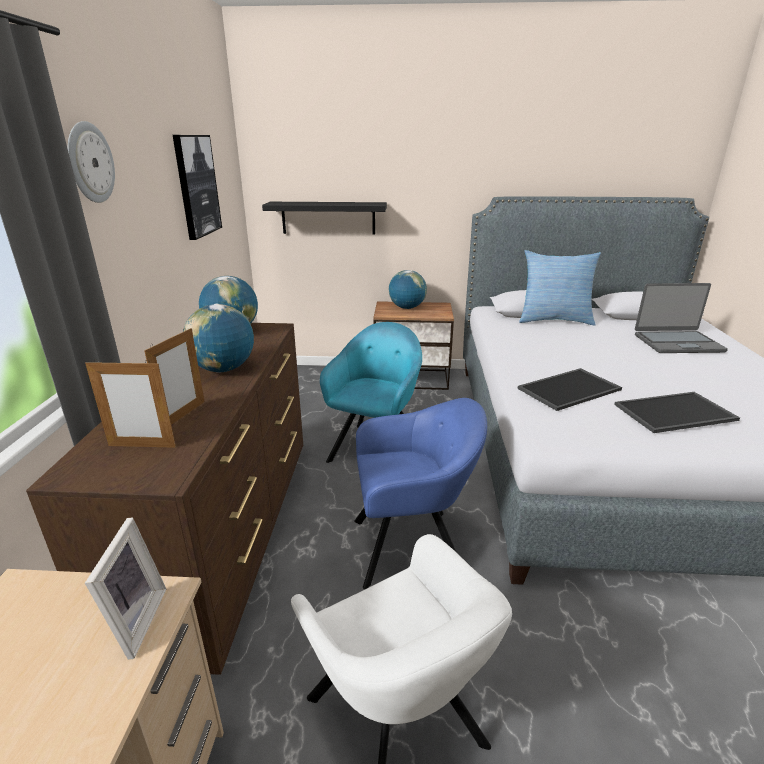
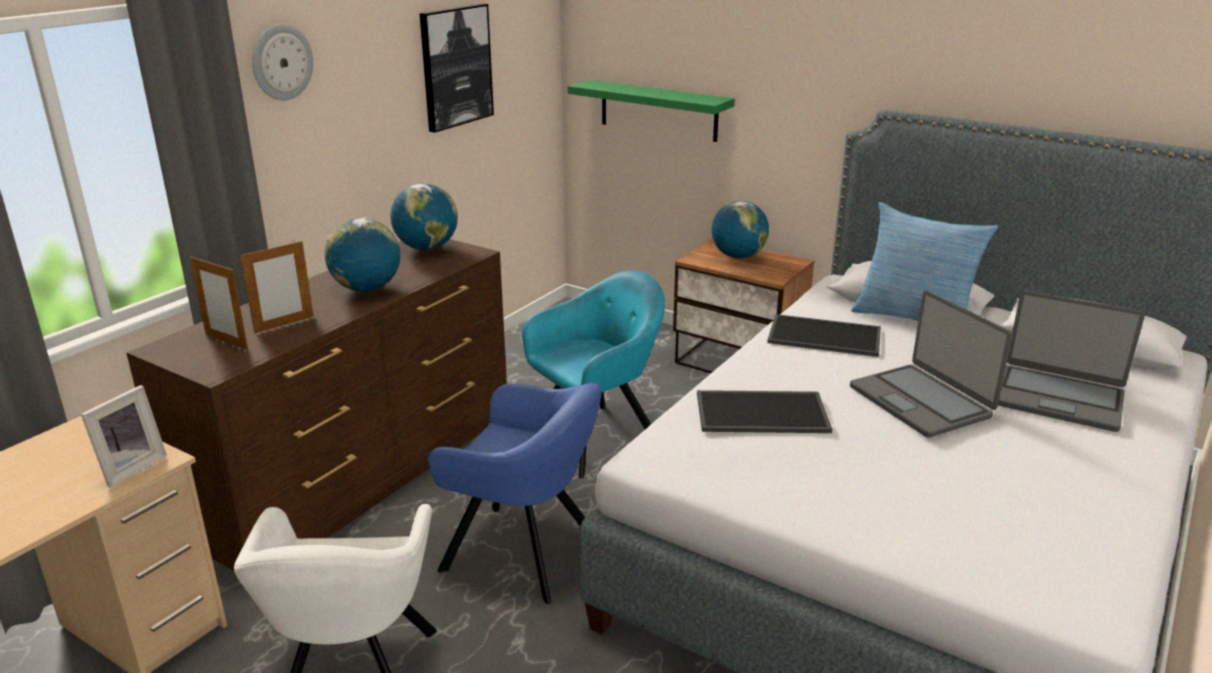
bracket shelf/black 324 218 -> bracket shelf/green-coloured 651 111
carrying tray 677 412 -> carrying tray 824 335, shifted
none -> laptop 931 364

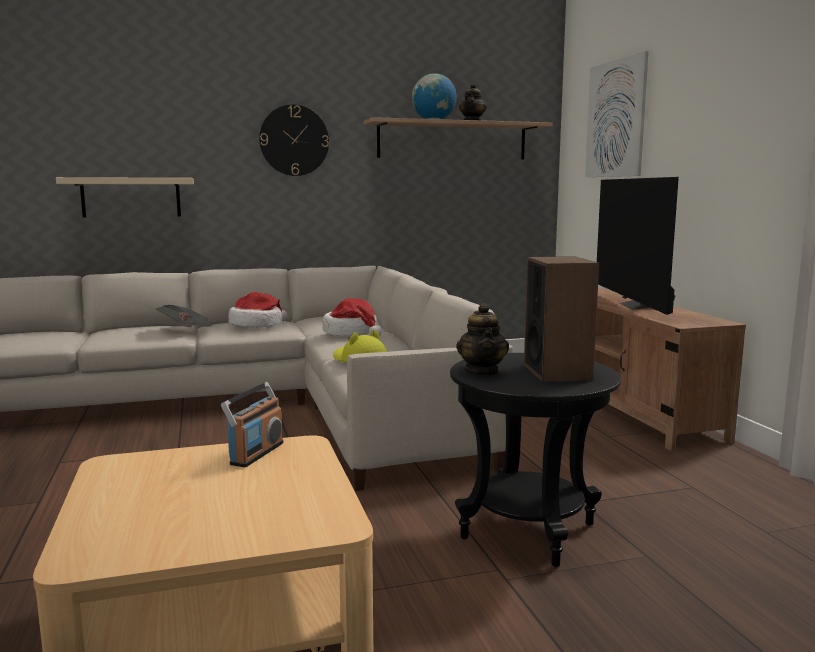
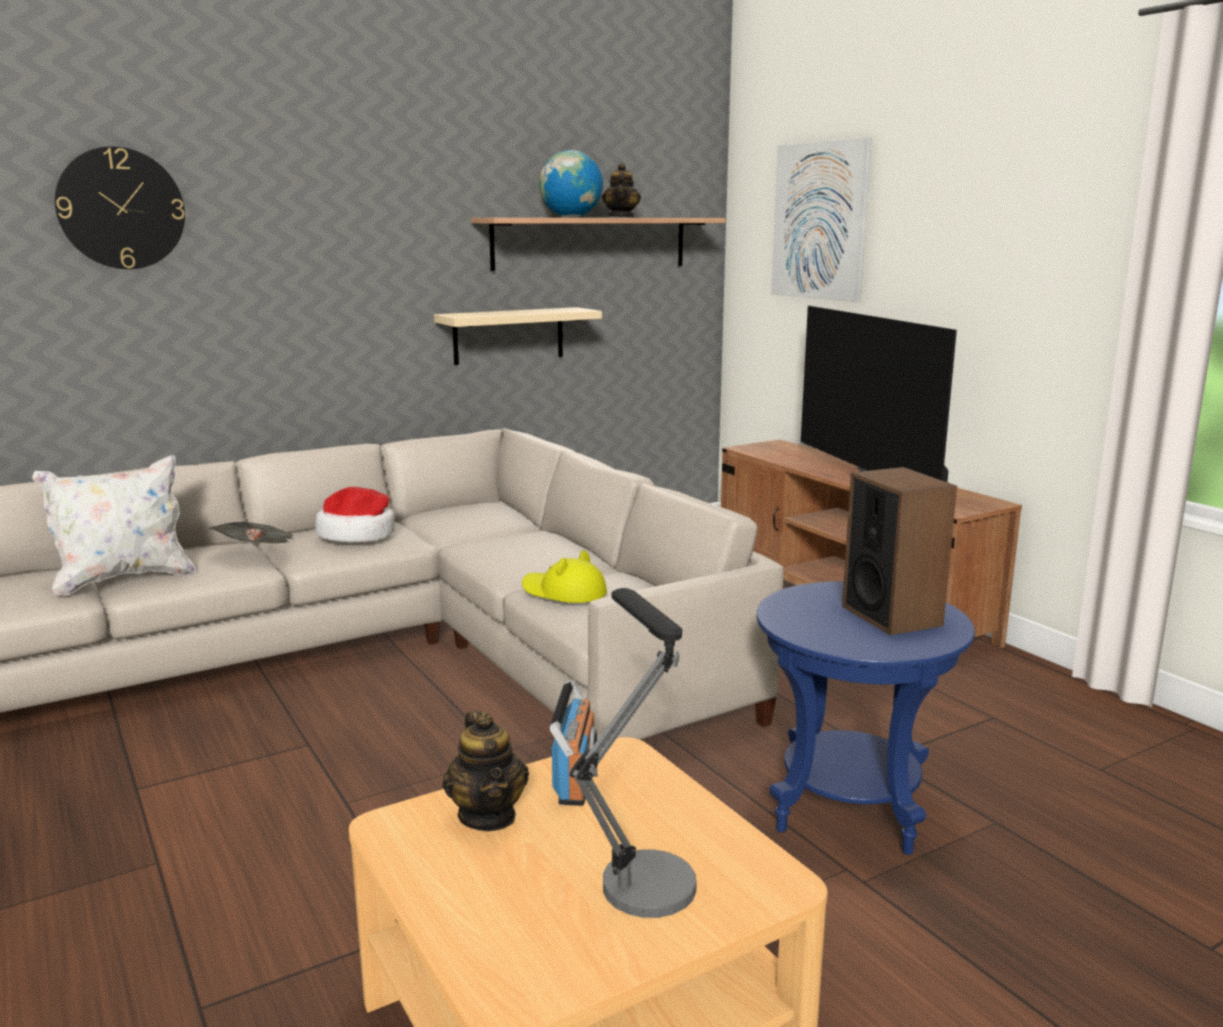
wall clock 294 140 -> wall clock 120 207, shifted
bracket shelf/beige 125 197 -> bracket shelf/beige 518 336, shifted
wearable hat 352 317 -> none
tea pot 482 339 -> tea pot 485 771, shifted
end table/black 535 460 -> end table/blue-coloured 866 718
none -> pillow/white-coloured 114 525
none -> tabletop lamp 633 753

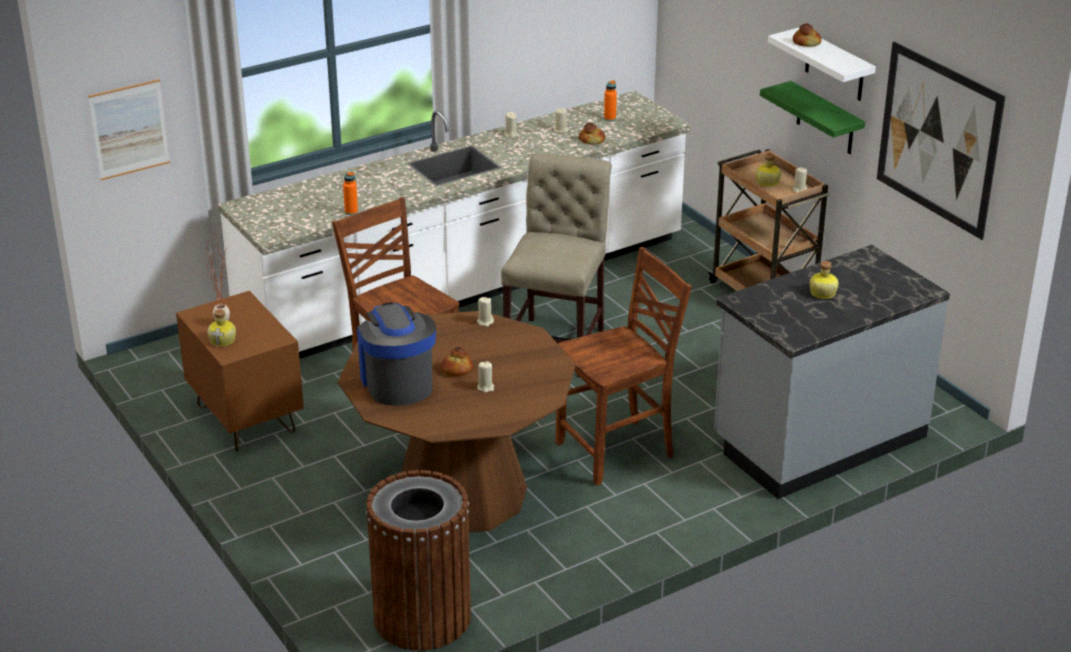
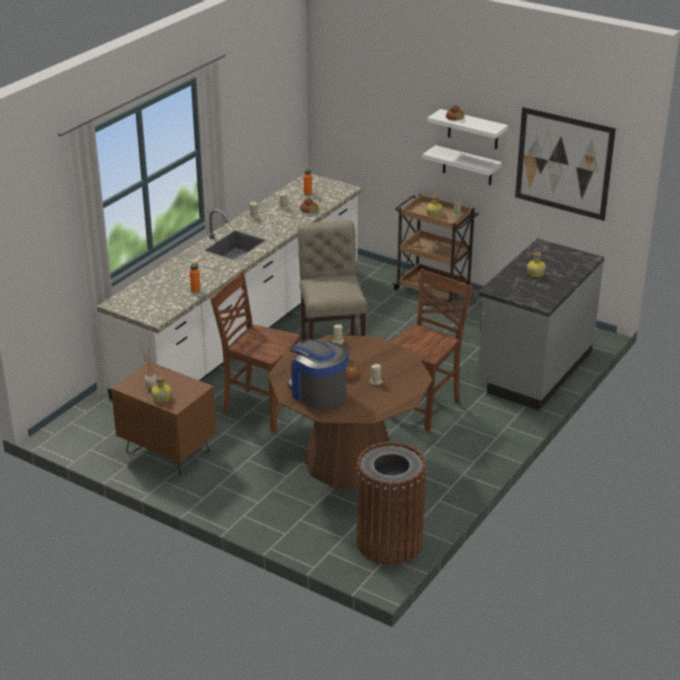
wall art 129 130 -> none
bracket shelf/green-coloured 812 117 -> bracket shelf/white-coloured 462 165

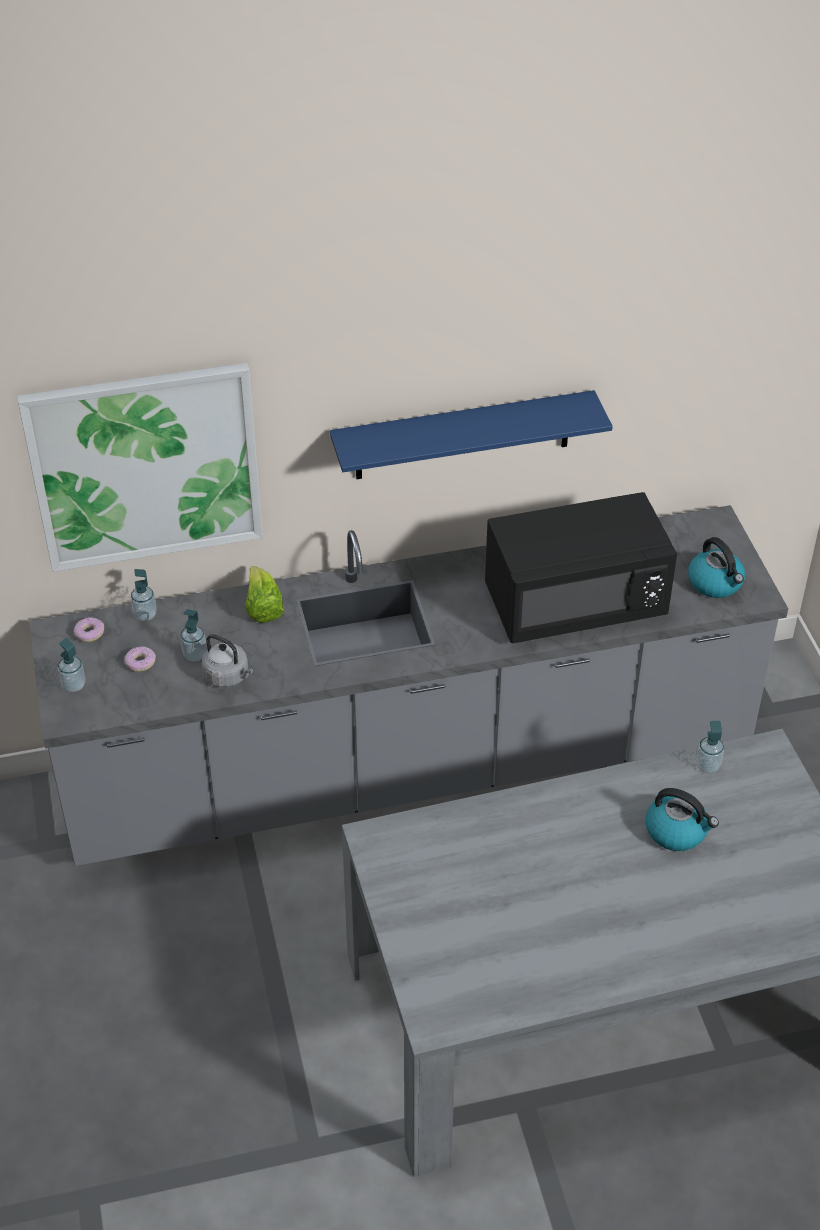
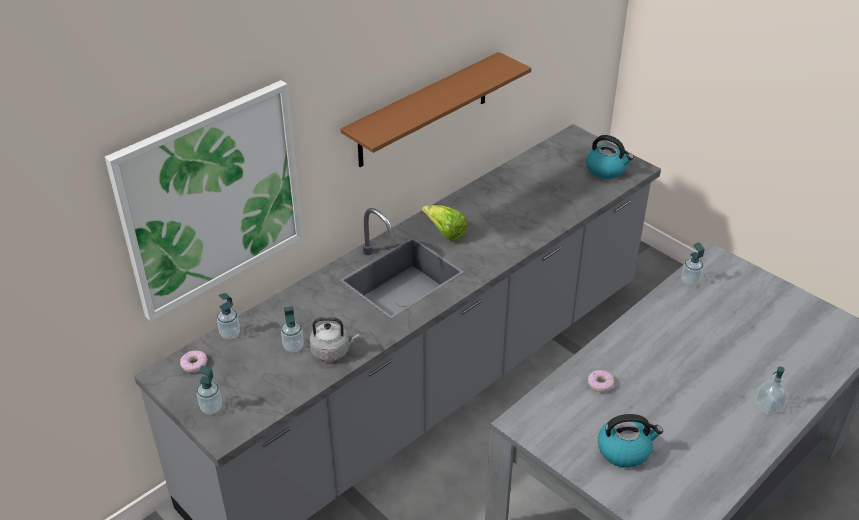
bracket shelf/blue-coloured 471 434 -> bracket shelf/brown 435 109
kitchen microwave/black 581 567 -> none
lettuce head 264 594 -> lettuce head 444 223, shifted
ring doughnut 140 659 -> ring doughnut 601 381, shifted
water kettle 682 819 -> water kettle 630 441, shifted
none -> soap bottle 771 391

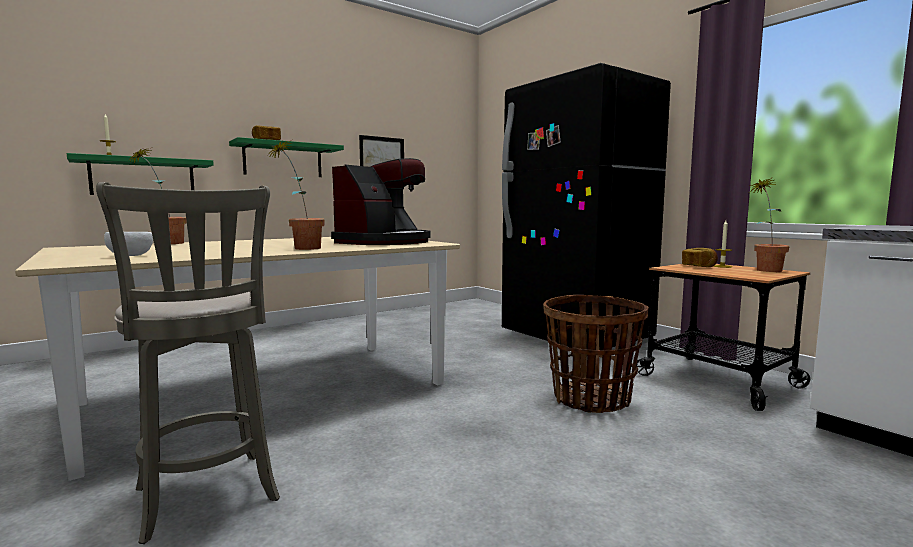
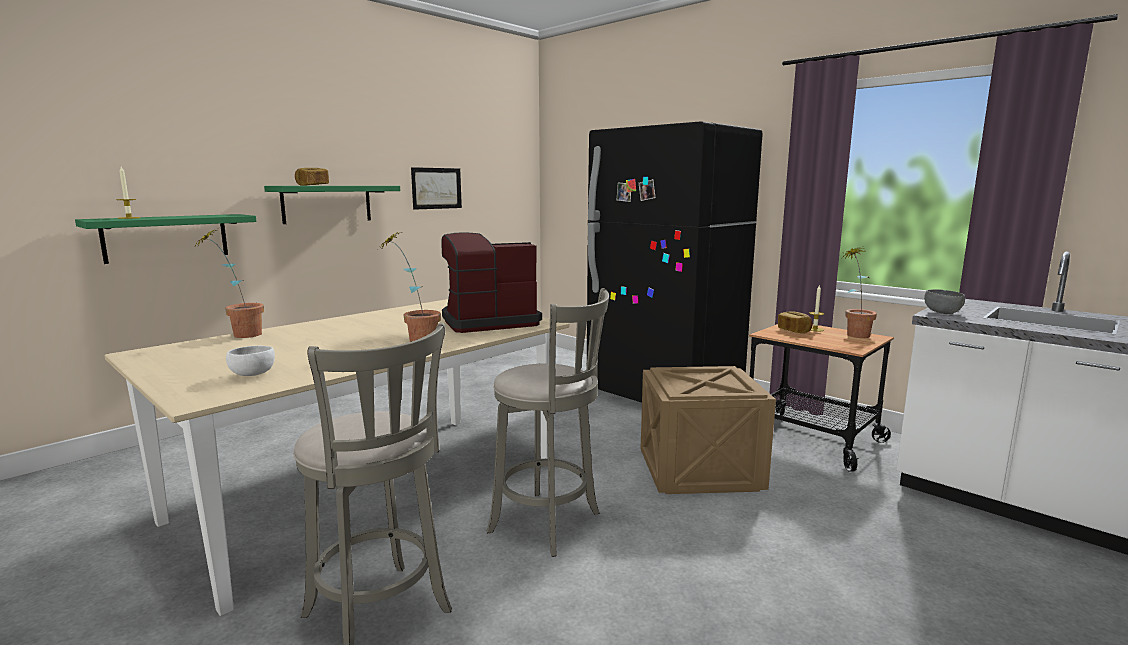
coffee brewer 381 201 -> coffee brewer 491 282, 135 degrees counterclockwise
storage basket 596 354 -> crate 708 430
none -> sitting stool/grey 548 422
none -> bowl/grey 944 301

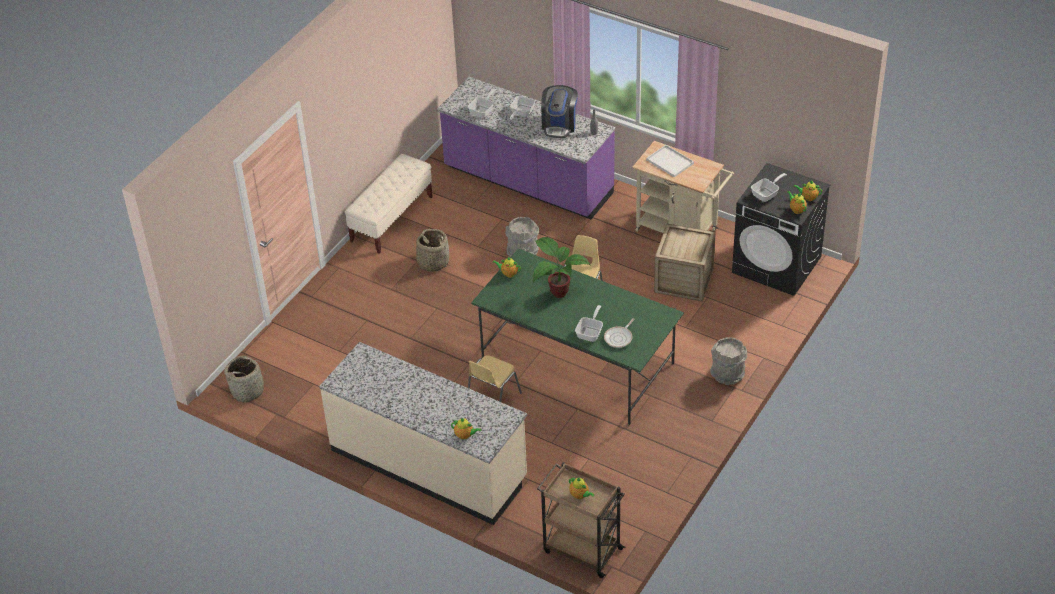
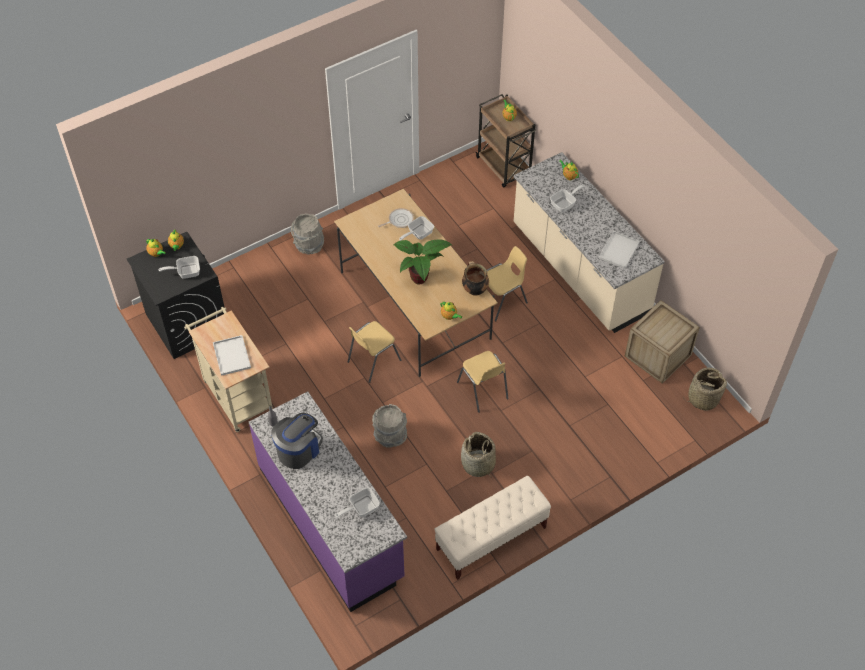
skillet 522 108 -> skillet 567 198, shifted
crate 685 263 -> crate 662 342, shifted
dinner table/green-coloured 577 336 -> dinner table/beige 416 283
none -> carrying tray/white-coloured 619 250
none -> cooking pot 475 278
none -> chair/yellowish 482 382

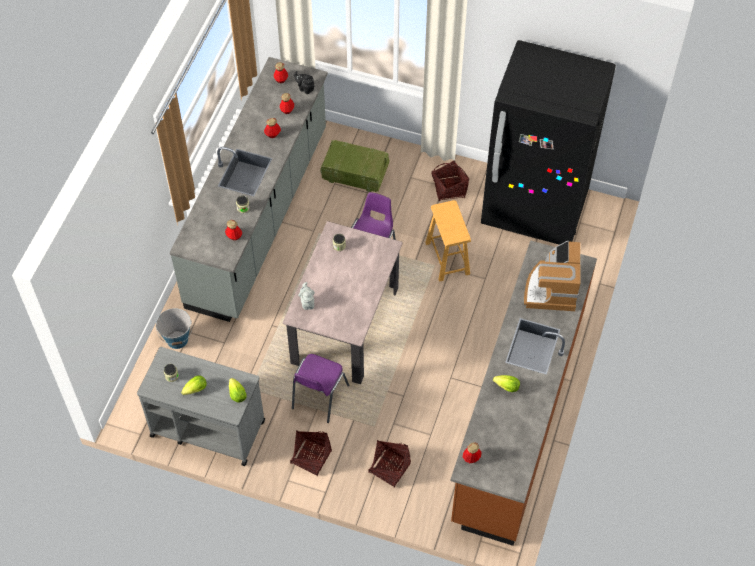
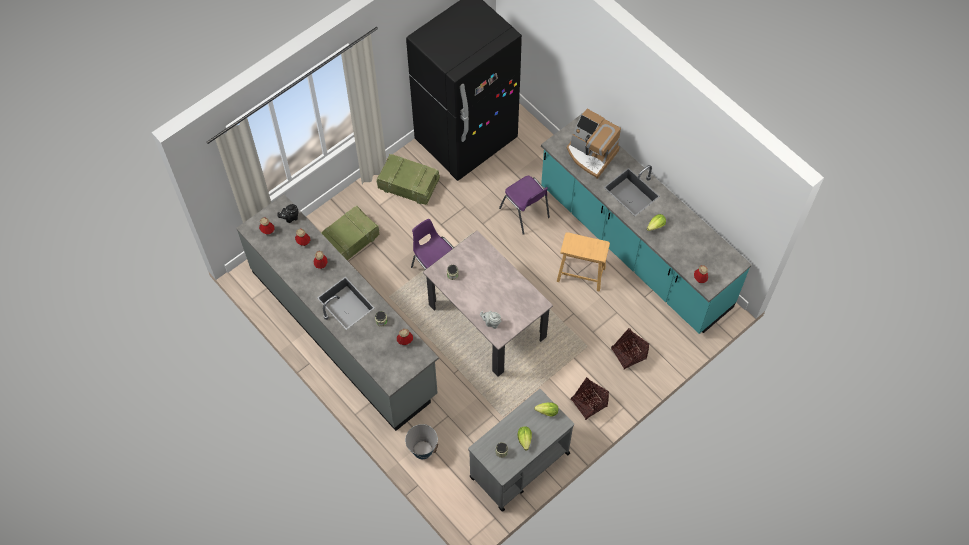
storage basket 450 180 -> crate 408 179
sitting stool/brown 448 241 -> sitting stool/brown 583 261, shifted
counter/brown 523 393 -> counter/turquoise 646 223
chair/purple 320 388 -> chair/purple 524 205, shifted

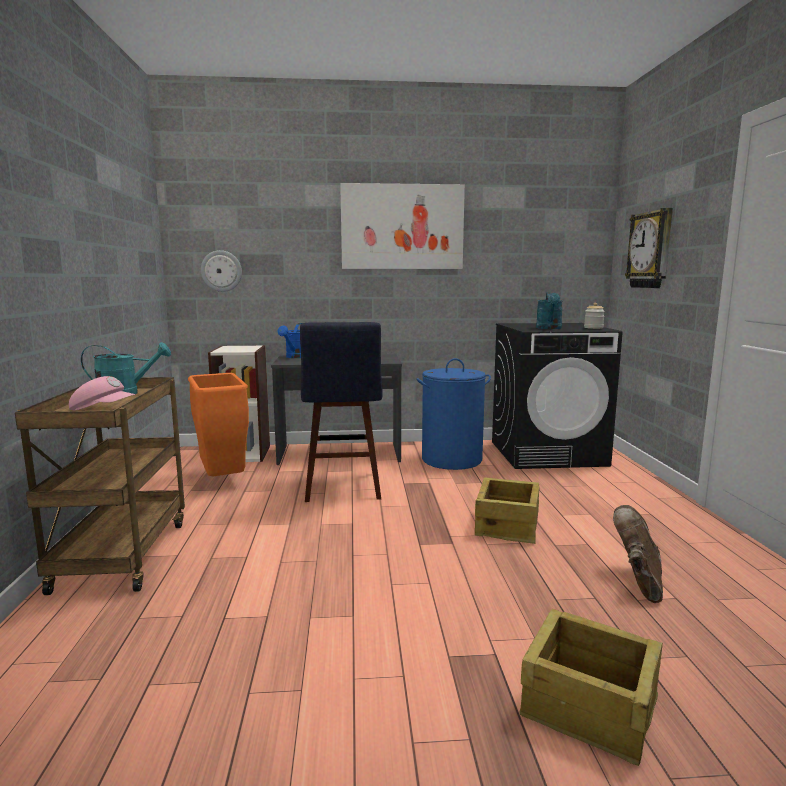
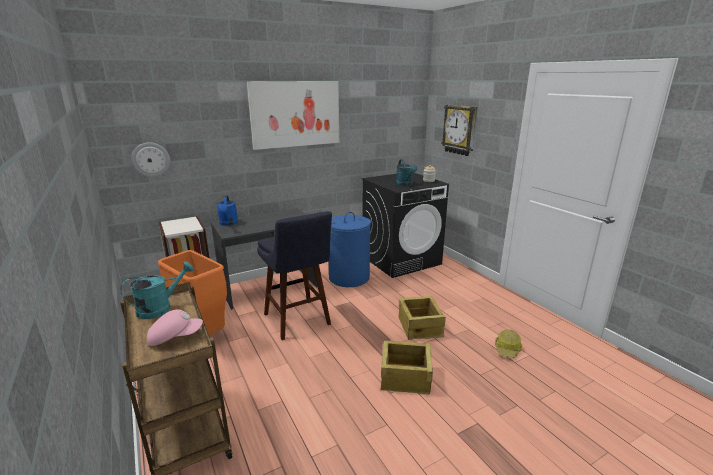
tall boot/brown 638 554 -> hard hat 508 343
crate 591 687 -> crate 406 367, shifted

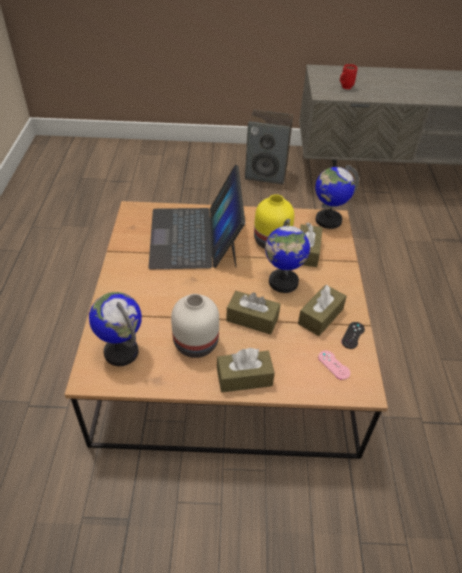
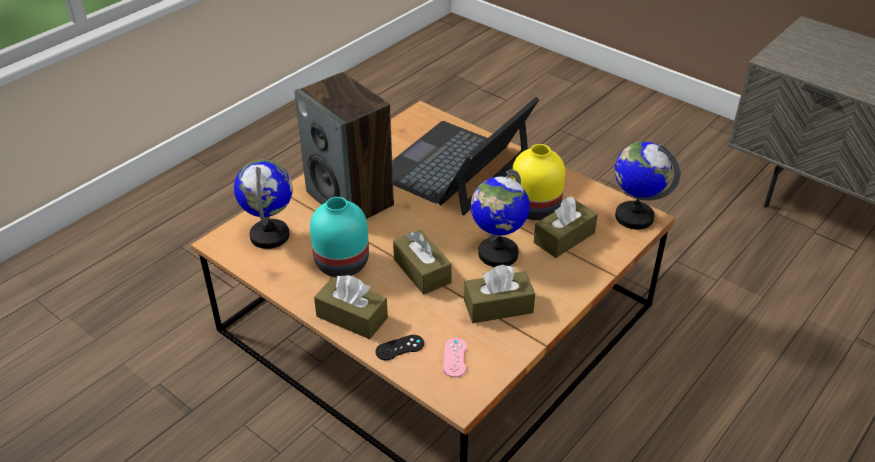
mug/reddish 348 76 -> none
speaker 269 147 -> speaker 344 145, shifted
flower vase/white-coloured 195 326 -> flower vase/turquoise 339 237
gamepad/black 353 335 -> gamepad/black 400 347, shifted

